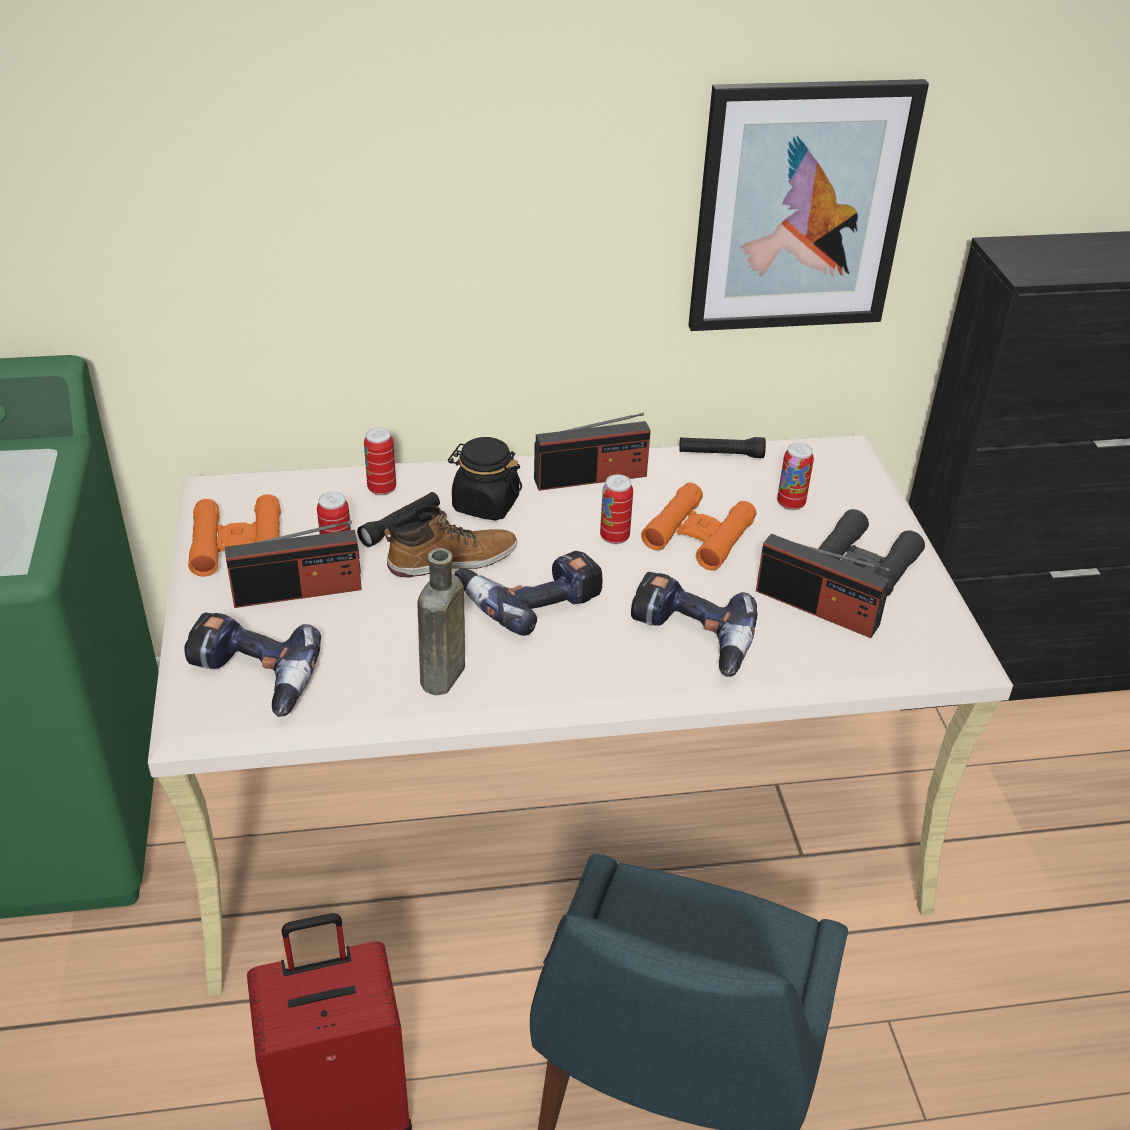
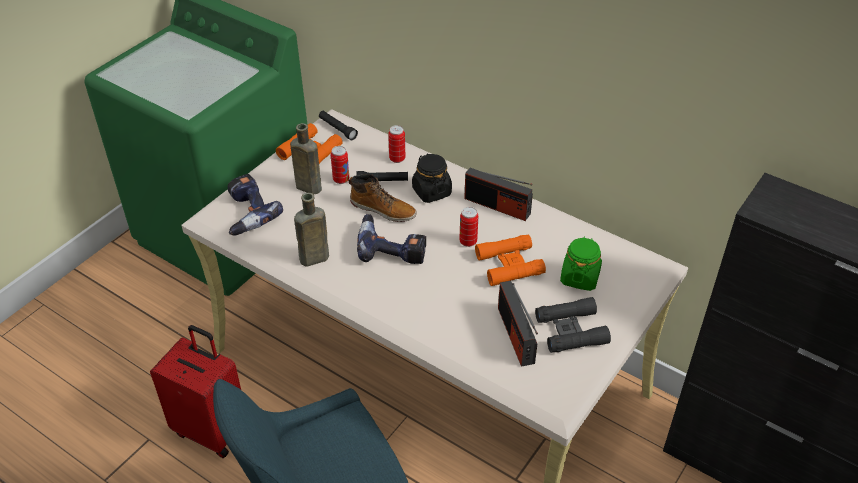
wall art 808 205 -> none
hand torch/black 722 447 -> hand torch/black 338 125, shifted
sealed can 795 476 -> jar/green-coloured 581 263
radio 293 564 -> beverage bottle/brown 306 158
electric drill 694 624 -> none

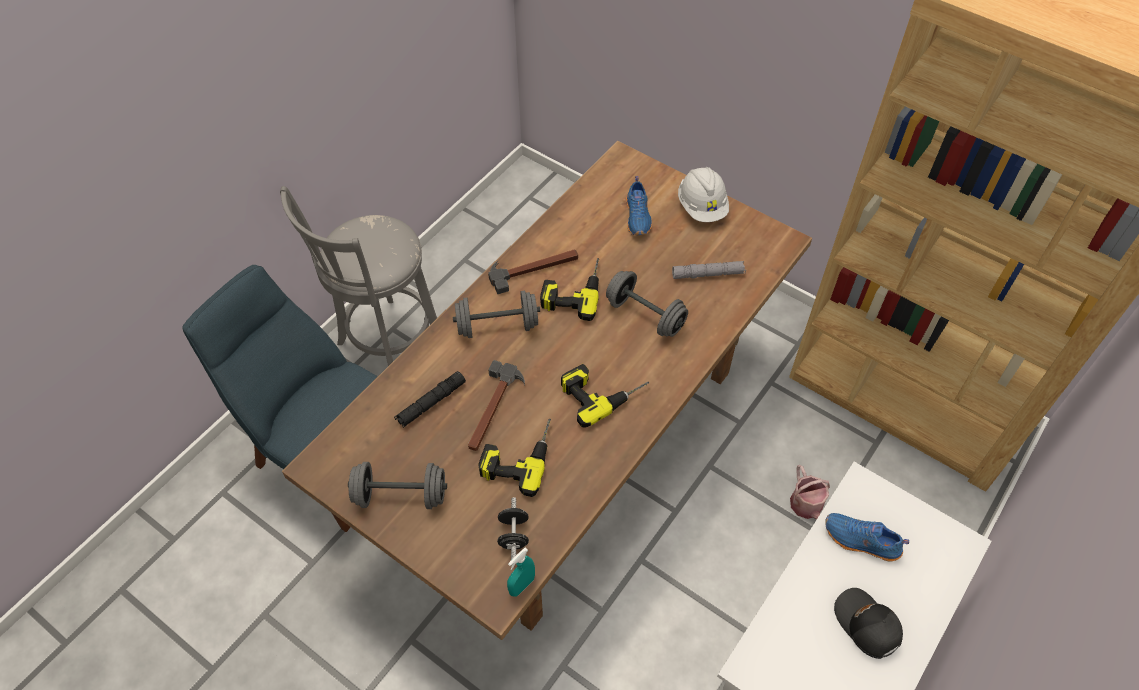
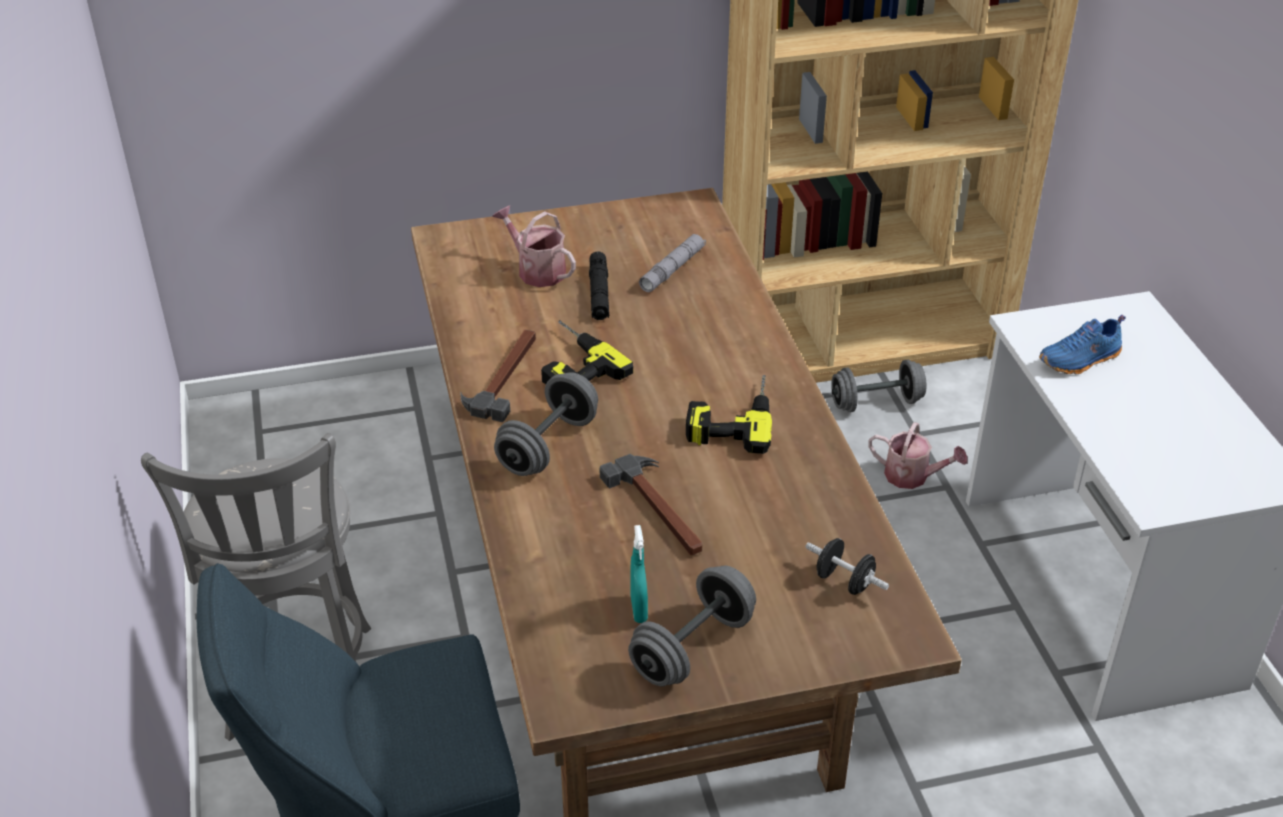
hard hat/white-coloured 703 194 -> none
low shoe/blue-coloured 639 205 -> sprinkling can 534 246
hand weight/grey 647 304 -> hand weight/grey 879 386, shifted
hand torch/black 430 399 -> hand torch/black 599 285, shifted
electric drill 515 458 -> none
spray bottle/turquoise 521 572 -> spray bottle/turquoise 639 574, shifted
cap/black 868 623 -> none

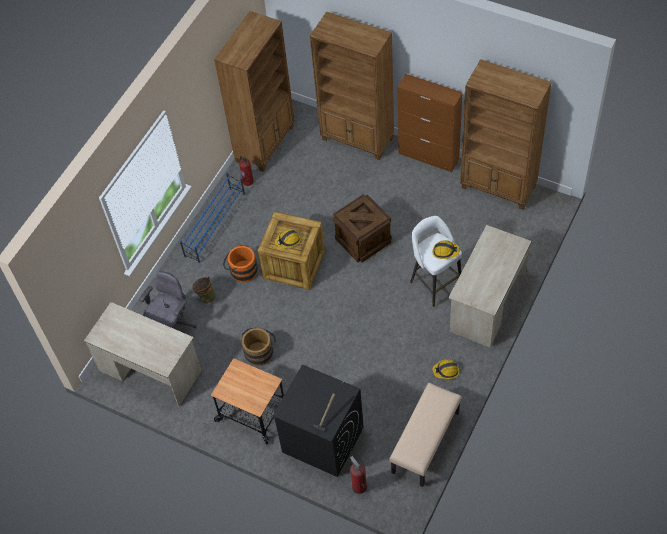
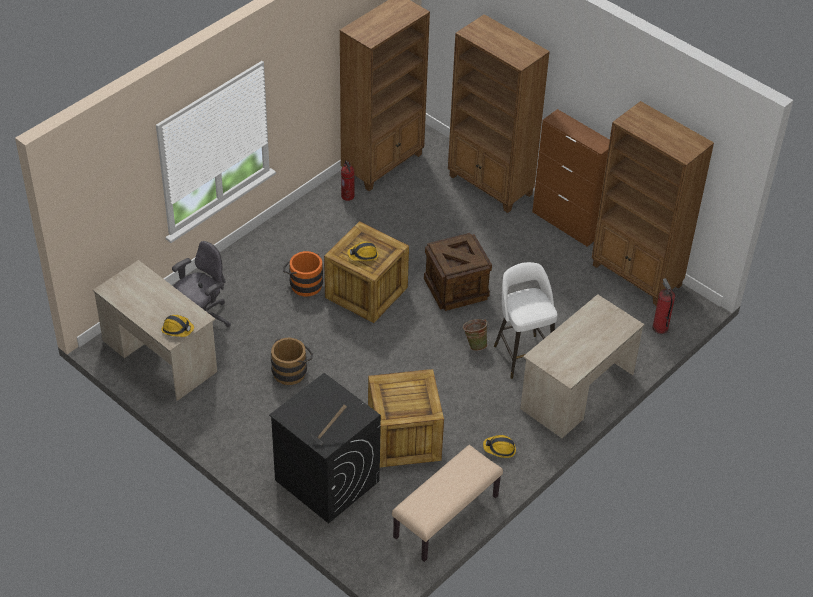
shoe stand/blue-coloured 212 217 -> none
hard hat 446 249 -> hard hat 177 326, shifted
water bucket/green-coloured 204 290 -> water bucket/green-coloured 476 335, shifted
cart 247 401 -> none
extinguisher 358 475 -> extinguisher 663 306, shifted
none -> crate 406 418

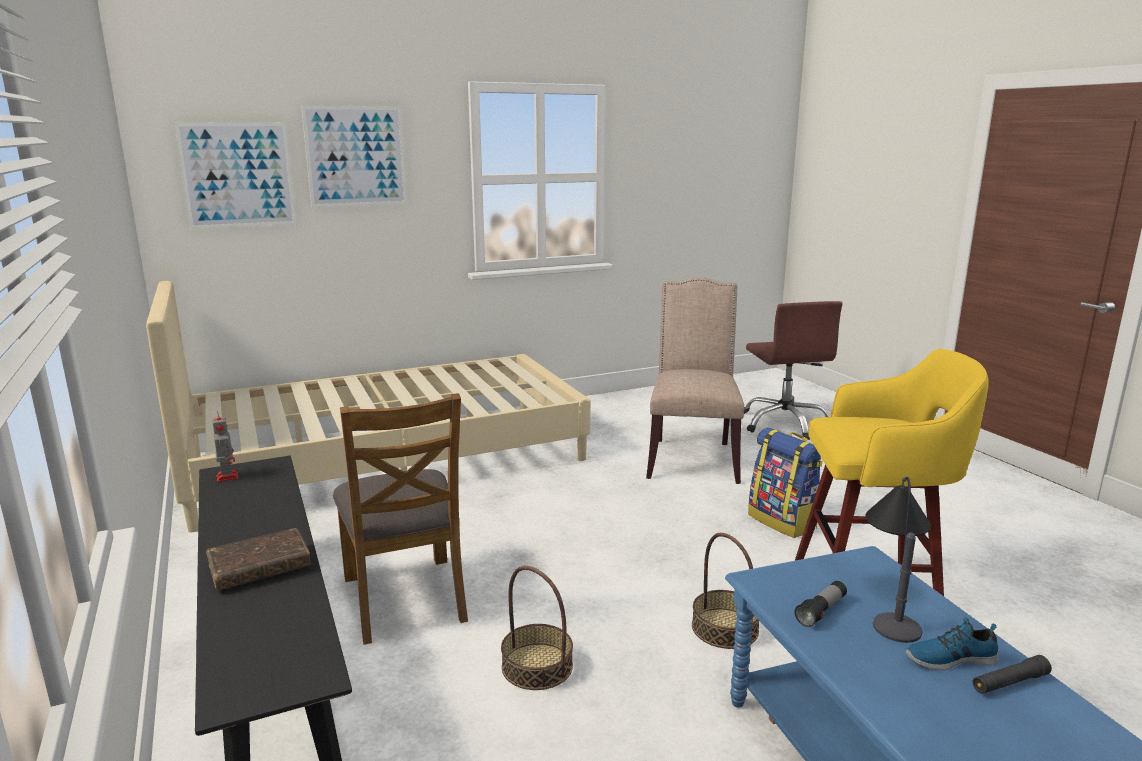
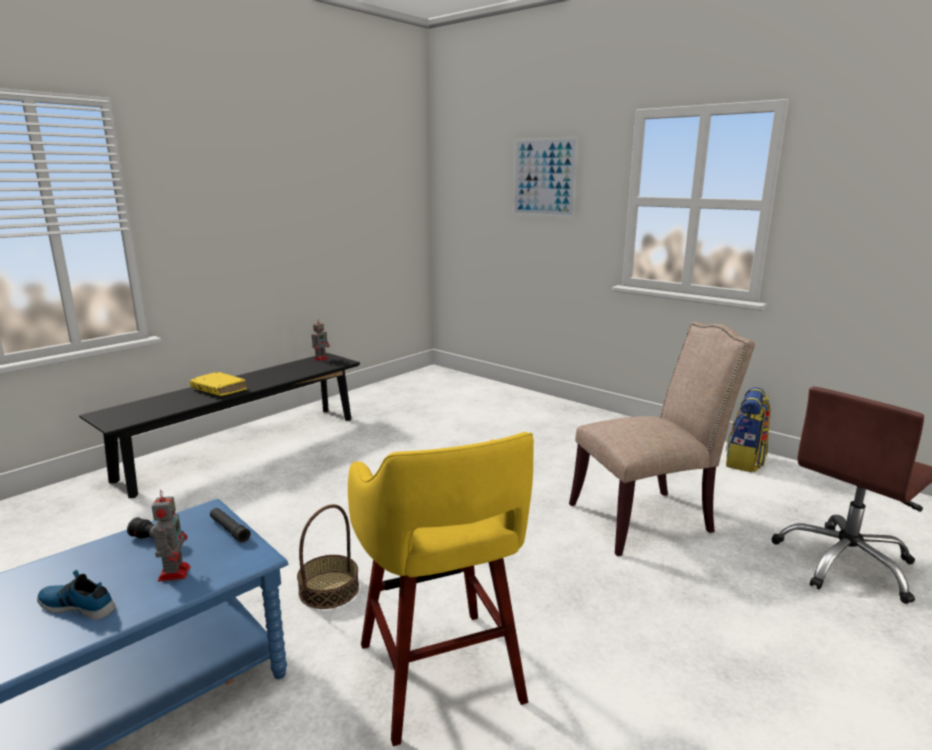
wall art 235 175 -> none
bedroom bed/beige 368 406 -> none
chair/brown 400 519 -> none
backpack 785 483 -> backpack 748 429, shifted
tabletop lamp 898 560 -> toy robot 171 535
book/brown 258 559 -> book/yellowish 218 384
storage basket 537 628 -> none
low shoe 952 643 -> low shoe 76 595, 45 degrees counterclockwise
hand torch/black 1012 674 -> hand torch/black 230 525, shifted

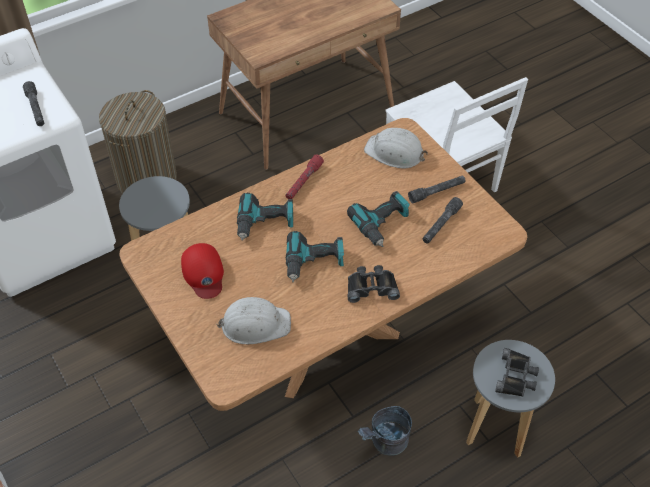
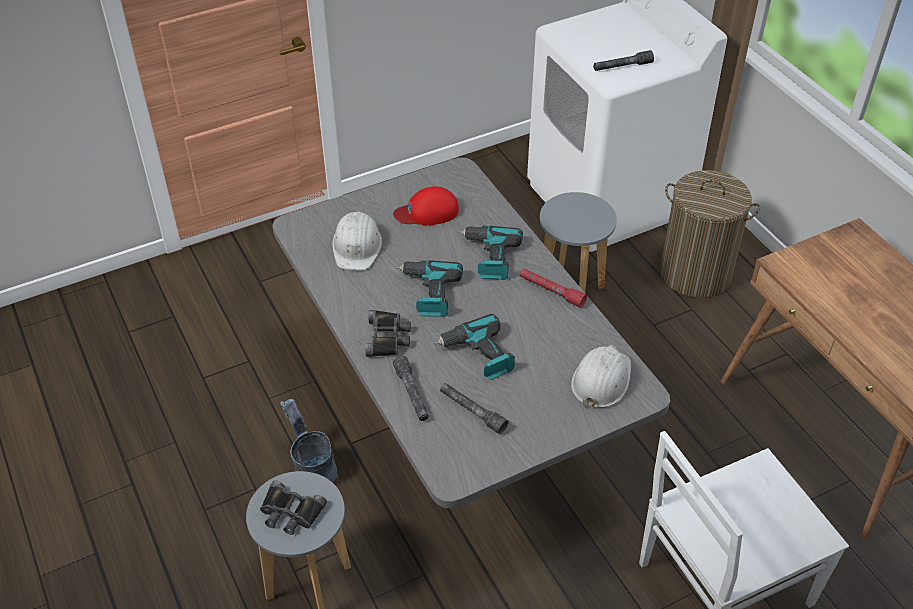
dinner table/brown 323 264 -> dinner table/grey 471 333
hand torch/grey 437 189 -> hand torch/grey 411 388, shifted

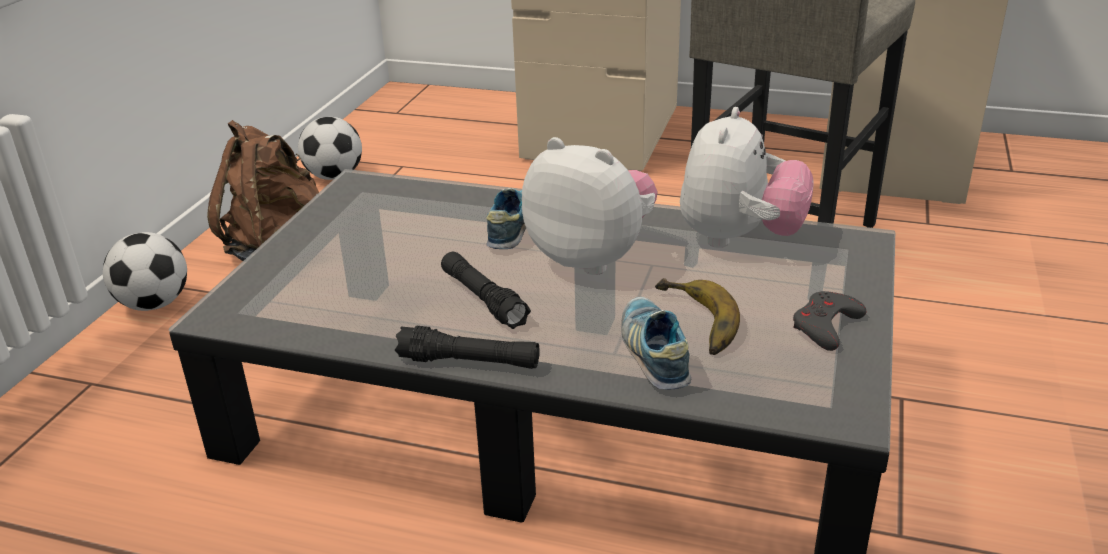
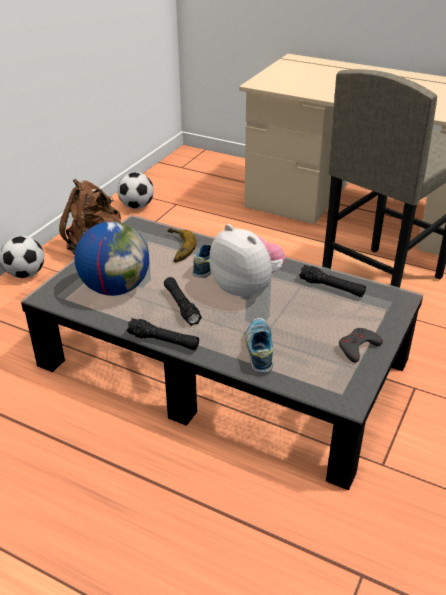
plush toy 747 177 -> hand torch/black 332 281
whole banana 697 316 -> whole banana 182 244, shifted
none -> world globe 111 258

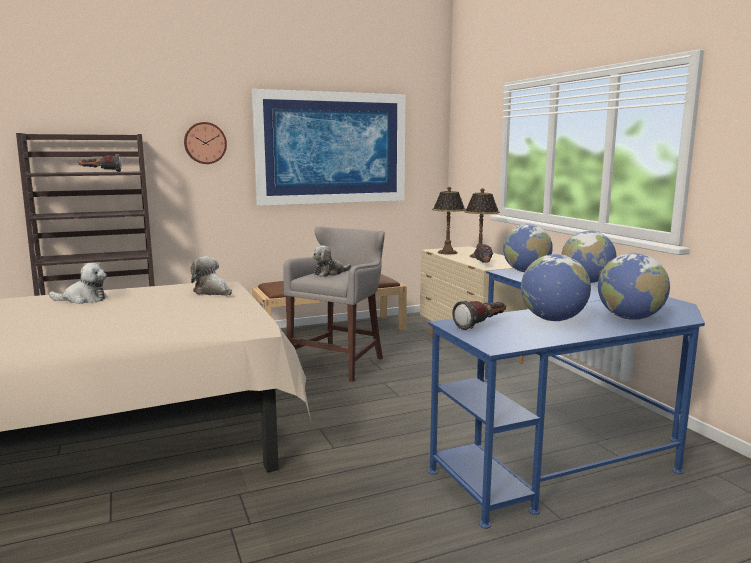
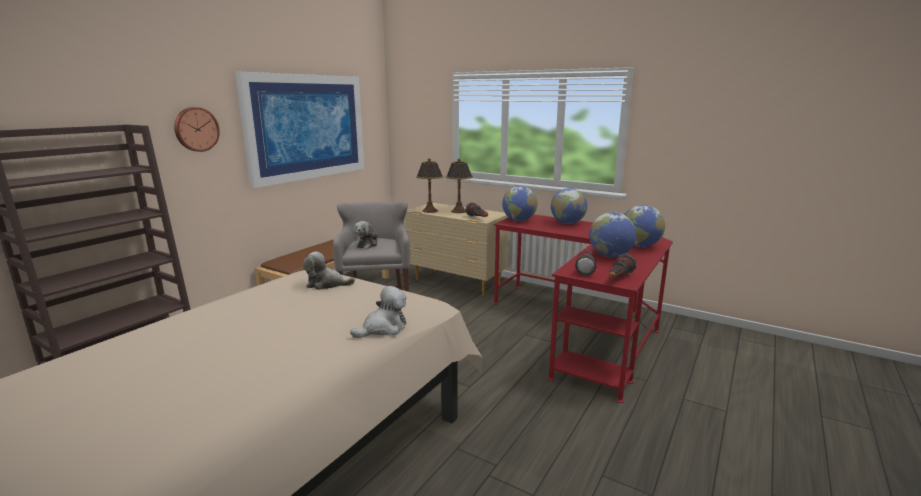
hand torch 100 163 -> hand torch 623 266, shifted
plush toy 78 283 -> plush toy 378 312, shifted
desk/blue-coloured 566 398 -> desk/reddish 583 308

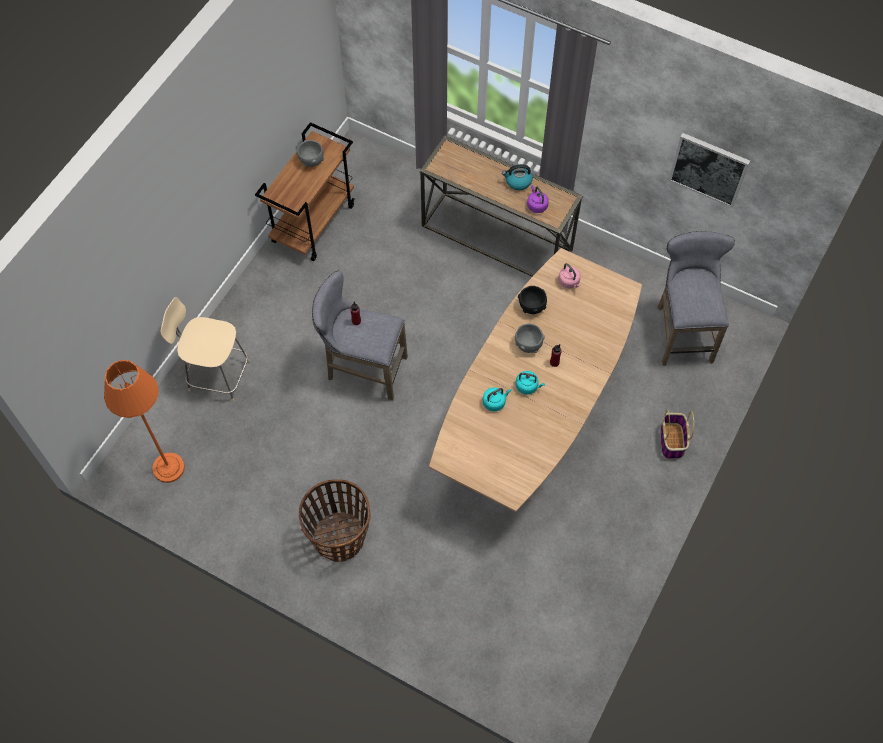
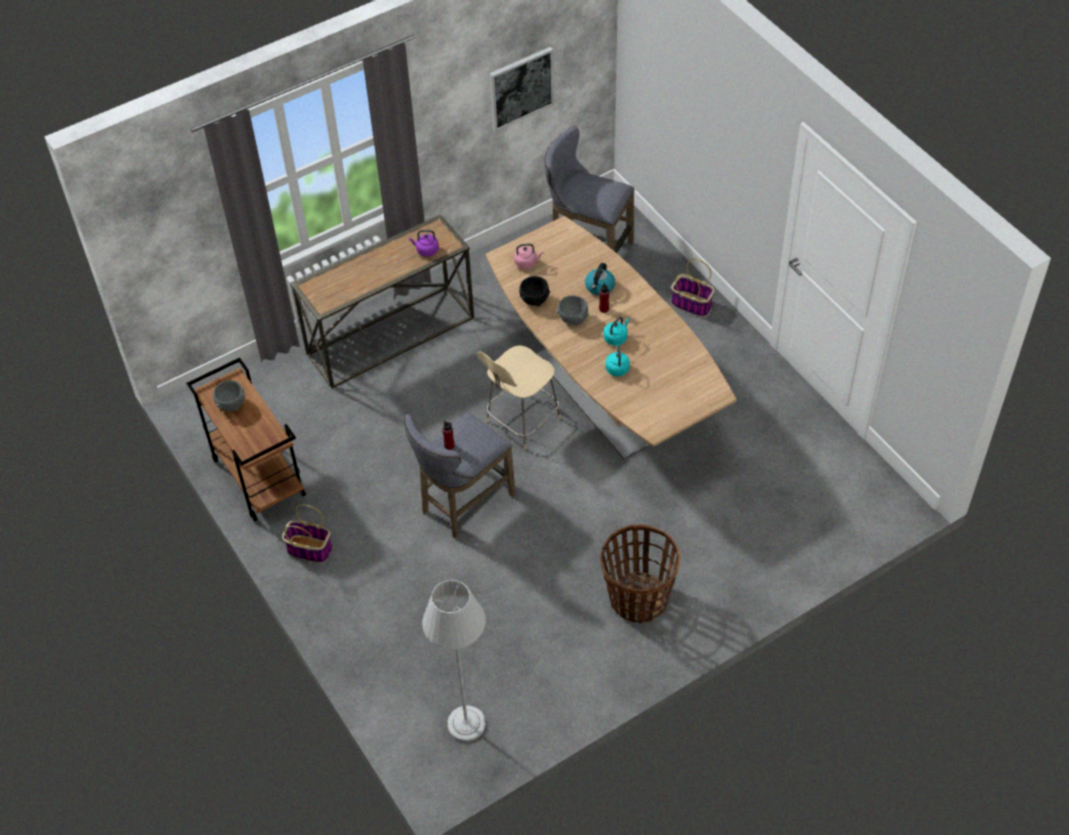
water kettle 517 177 -> water kettle 600 279, shifted
chair/beige 205 349 -> chair/beige 519 397, shifted
standing lamp/orangey 144 421 -> standing lamp/grey 454 661
none -> storage basket 307 533

